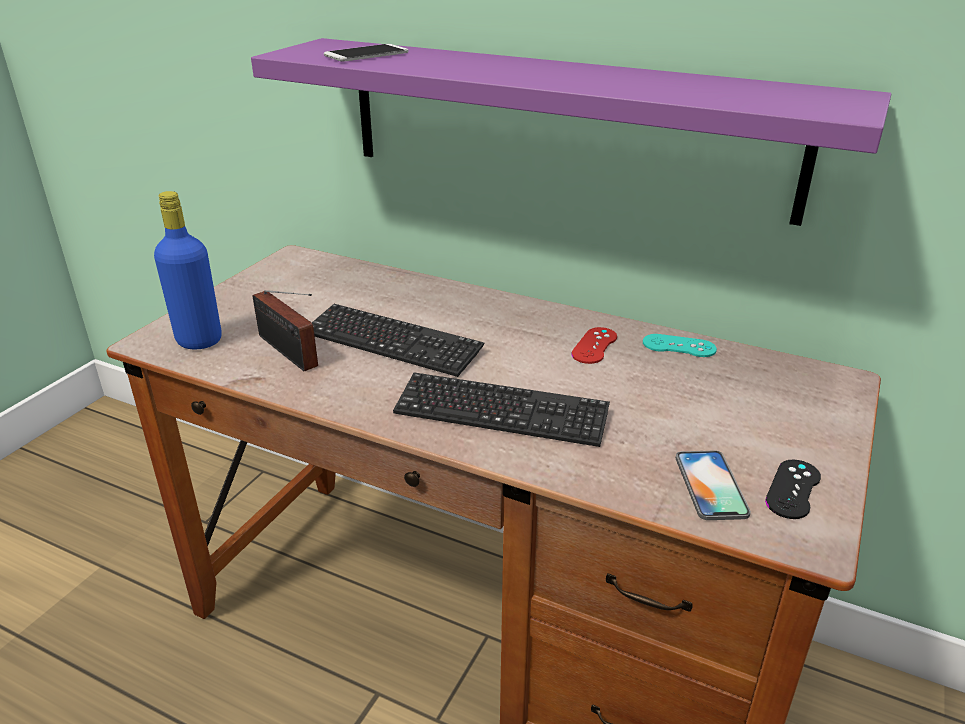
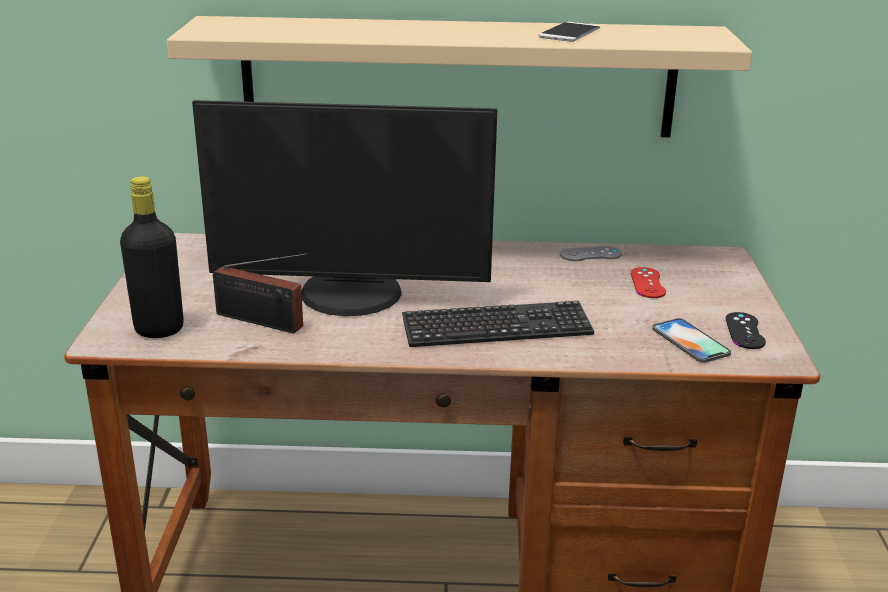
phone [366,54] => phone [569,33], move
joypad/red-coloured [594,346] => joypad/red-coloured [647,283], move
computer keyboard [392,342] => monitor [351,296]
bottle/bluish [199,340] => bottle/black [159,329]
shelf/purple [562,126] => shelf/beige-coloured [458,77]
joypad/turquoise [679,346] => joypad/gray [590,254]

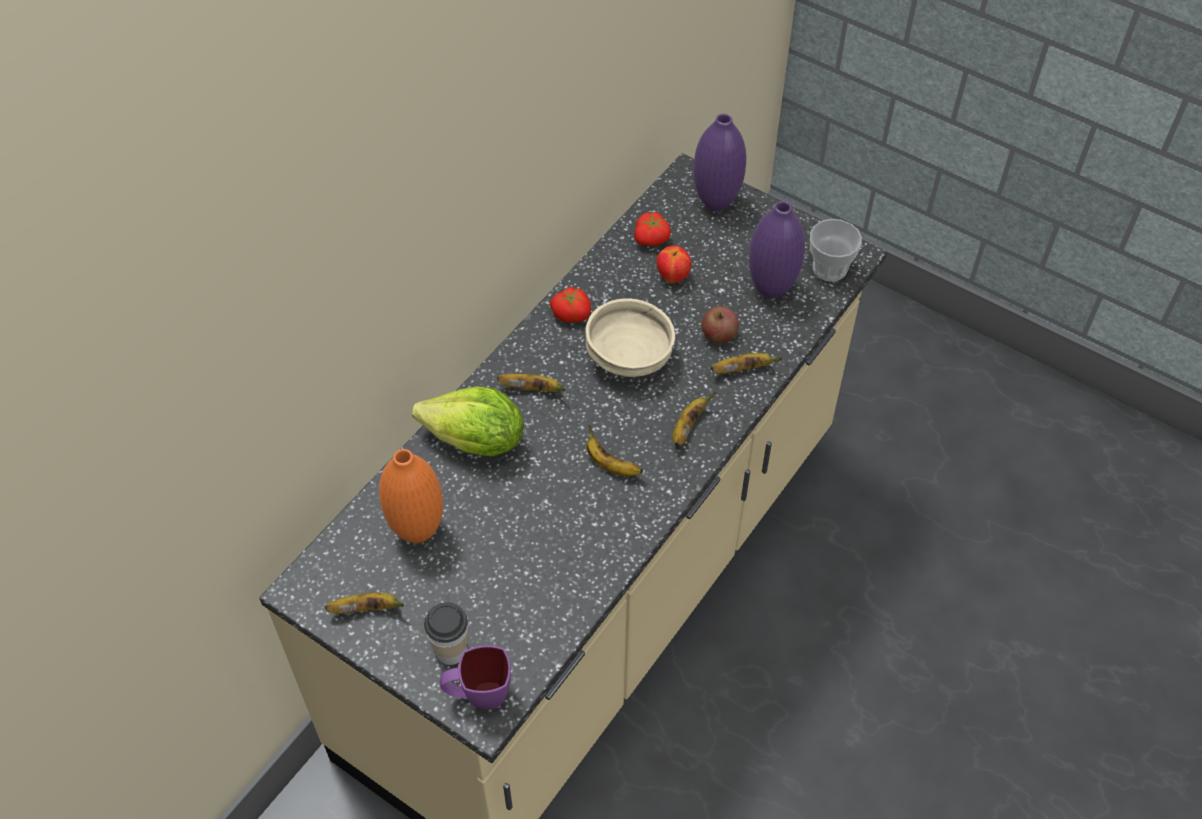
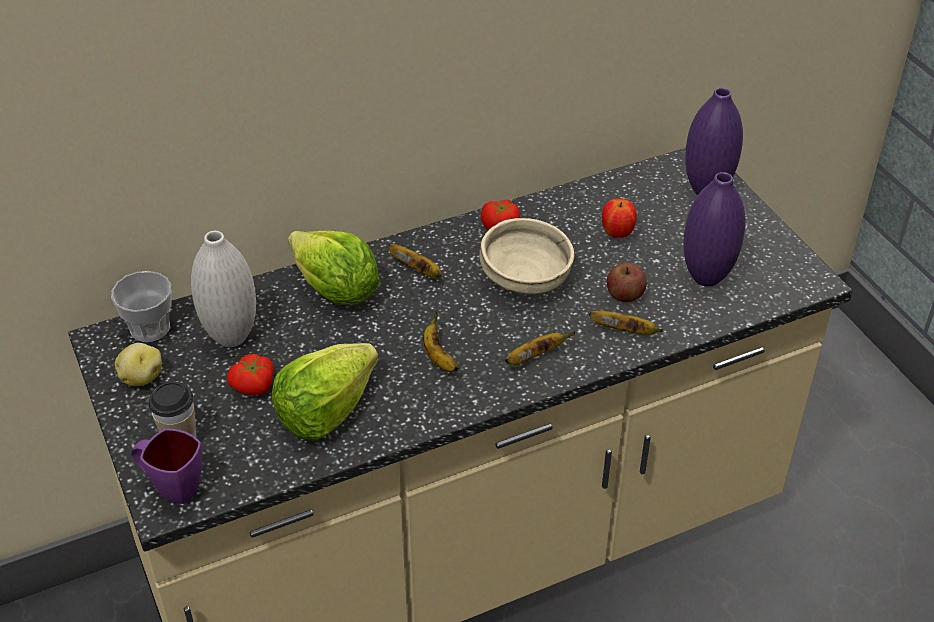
nothing => lettuce head [326,411]
tomato [652,238] => tomato [254,386], move
cup [829,268] => cup [150,328], move
banana [367,609] => potato [141,377]
flower vase/orangey [417,531] => flower vase/white [231,337]

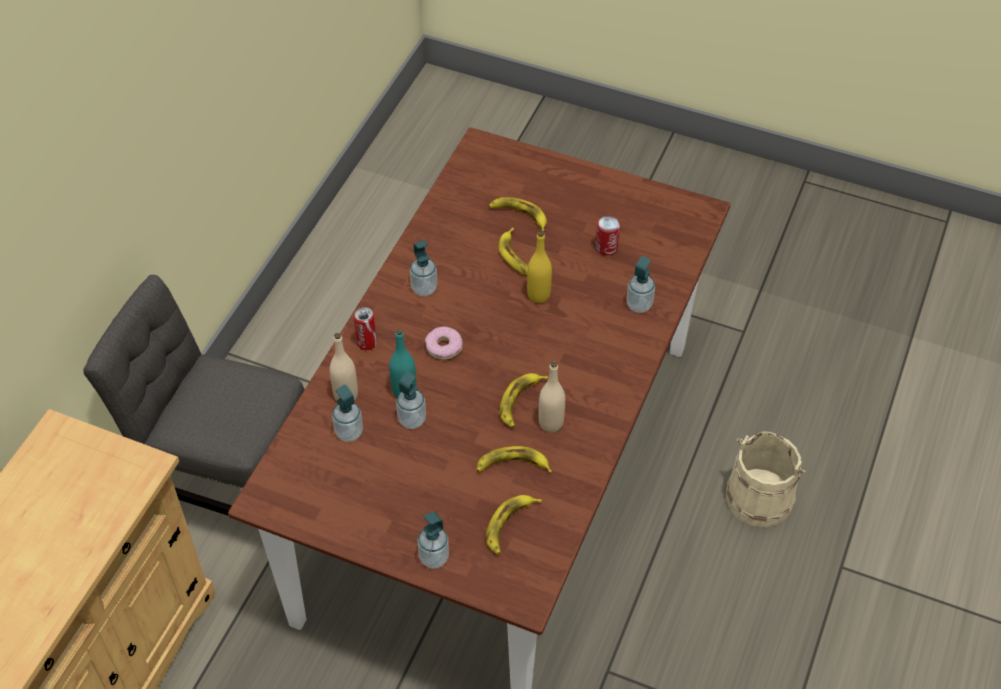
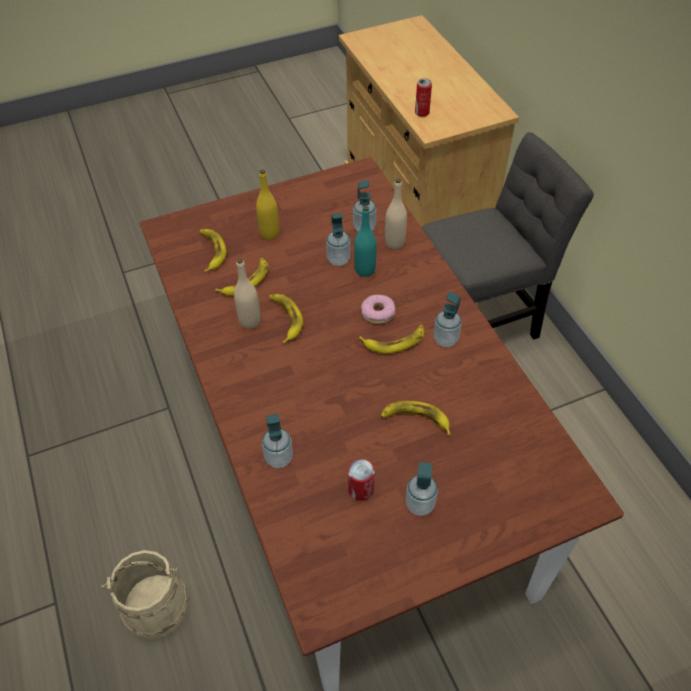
metal can [367,343] => metal can [422,113], move
soap dispenser [434,558] => soap dispenser [420,504], move
banana [519,215] => banana [394,341], move
bottle/yellowish [538,295] => bottle/yellowish [269,233], move

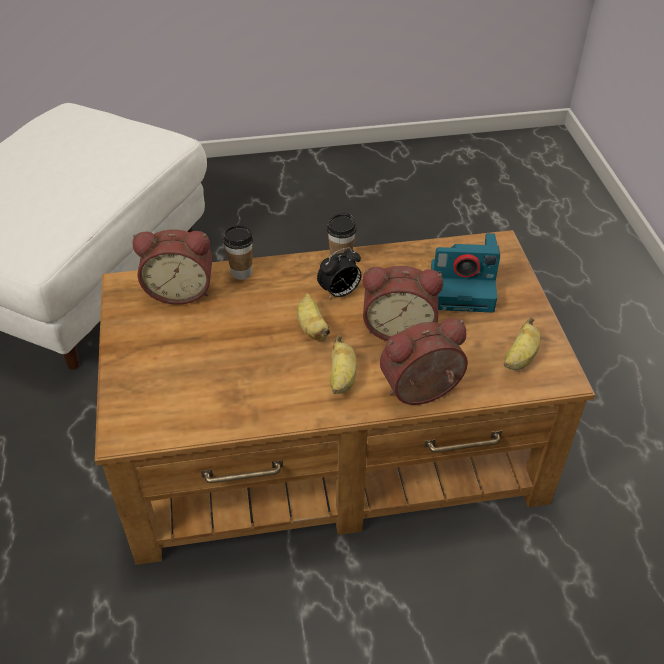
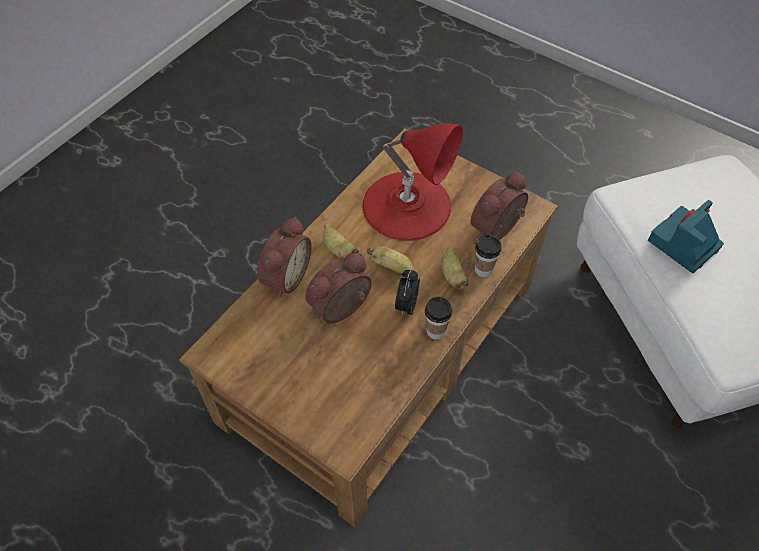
nothing => lamp for a table/red-coloured [407,205]
still camera [463,287] => still camera [683,244], move
banana [520,358] => banana [452,275], move

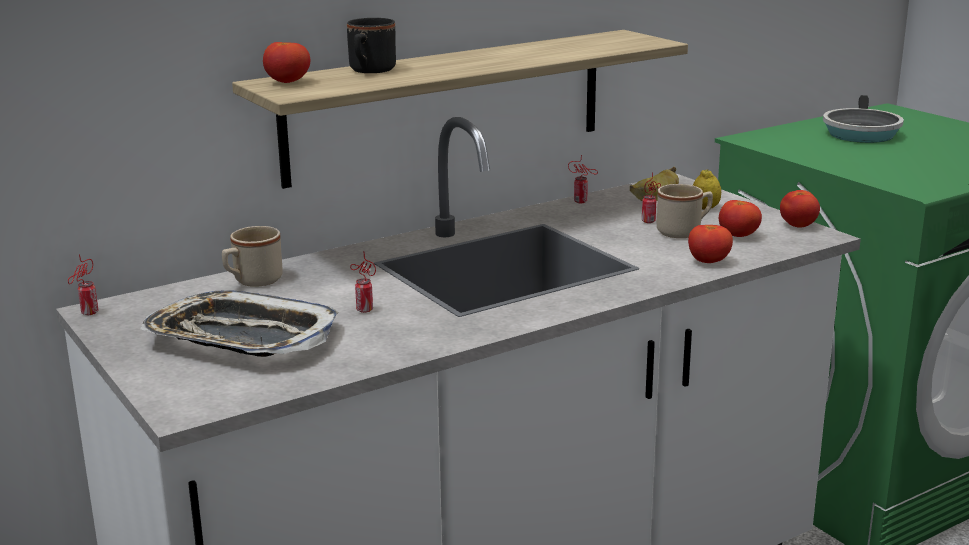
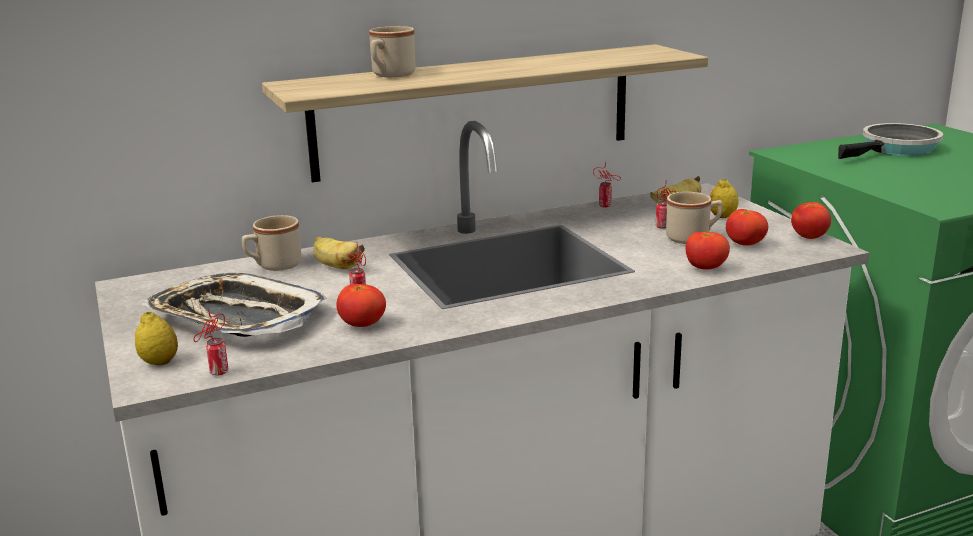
nothing => whole lemon [159,362]
nothing => banana [336,266]
metal can [88,314] => metal can [217,373], move
tomato [288,82] => tomato [362,325], move
coffee mug/black [370,71] => coffee mug/beige-coloured [390,75]
pan [860,132] => pan [896,149], 150 degrees counterclockwise

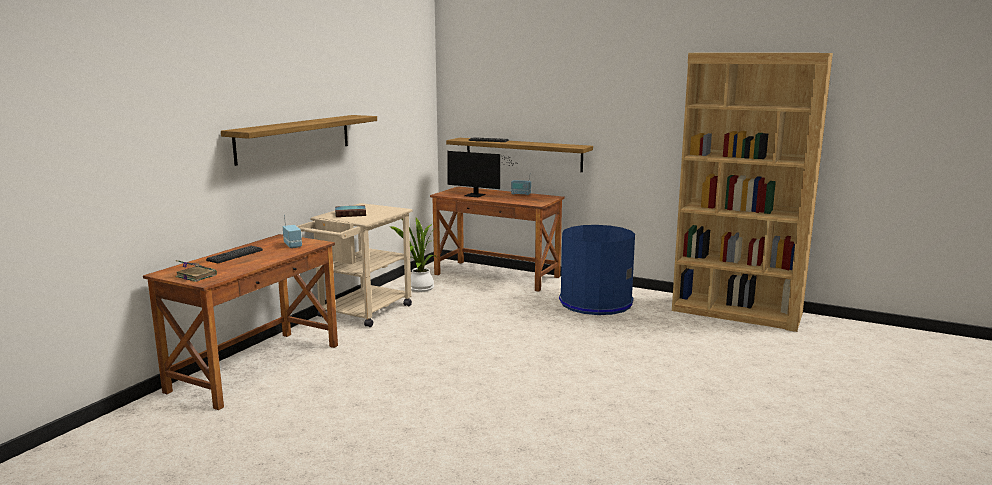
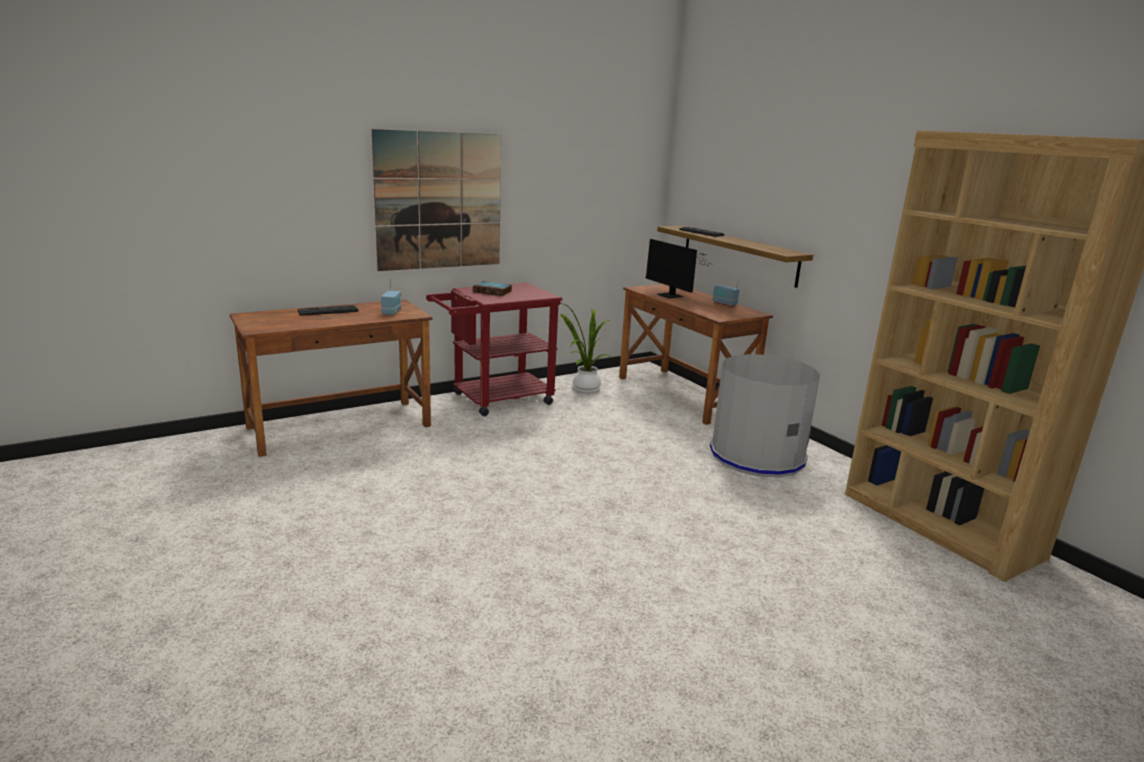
bound book [195,276] => nothing
shelf [294,138] => wall art [439,201]
cart/beige-coloured [360,313] => cart/red-coloured [494,400]
trash can/bluish [596,302] => trash can/gray [757,456]

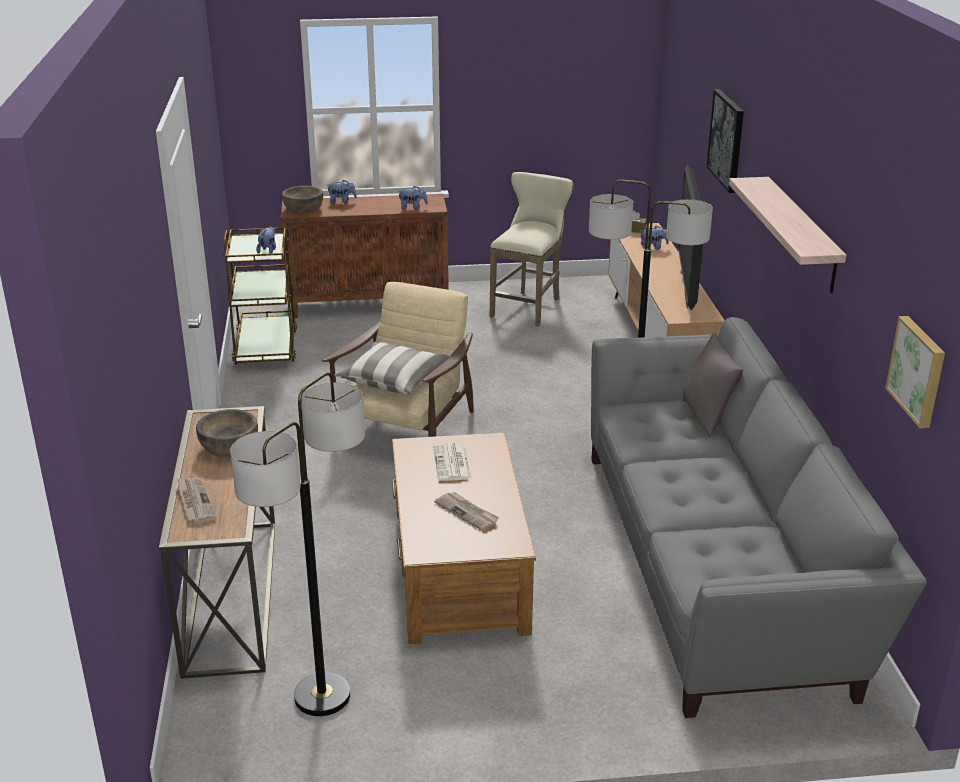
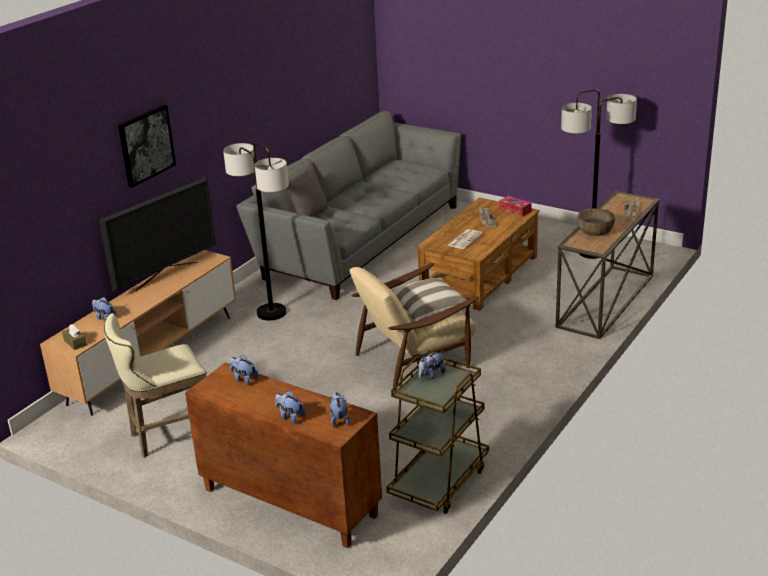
shelf [801,234] => nothing
wall art [918,371] => nothing
nothing => box of tissues [515,210]
bowl/brown-coloured [303,209] => soft toy [339,419]

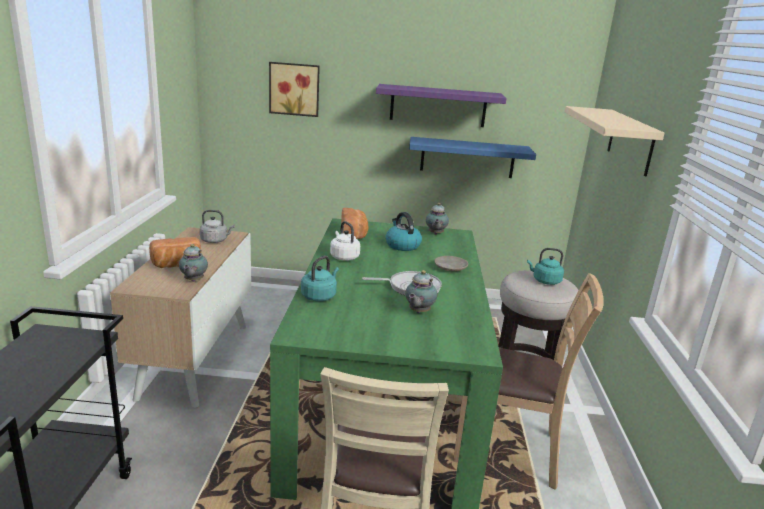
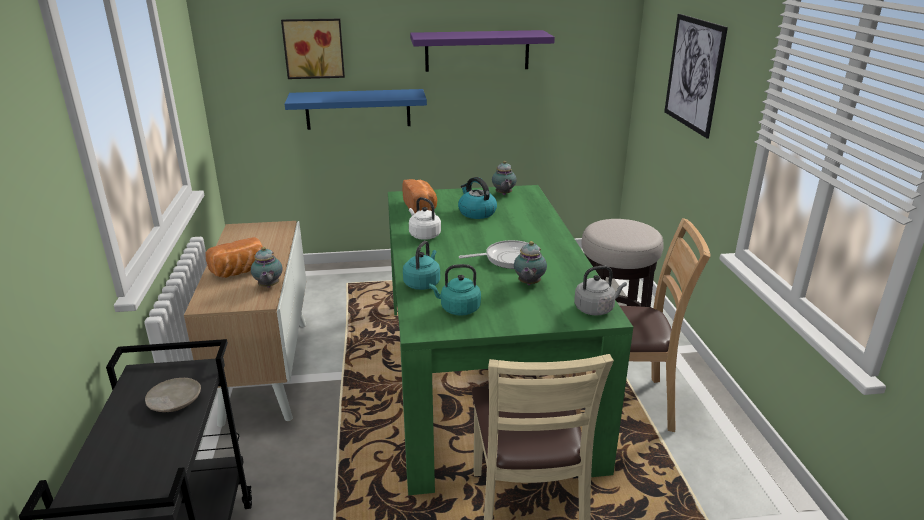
tea kettle/gray [215,240] => tea kettle/gray [596,309], move
shelf/bluish [467,157] => shelf/bluish [358,109], move
plate/beige-coloured [450,268] => plate/beige-coloured [174,402], move
tea kettle/turquoise [545,281] => tea kettle/turquoise [458,309], move
shelf/beige-coloured [630,141] => wall art [693,73]

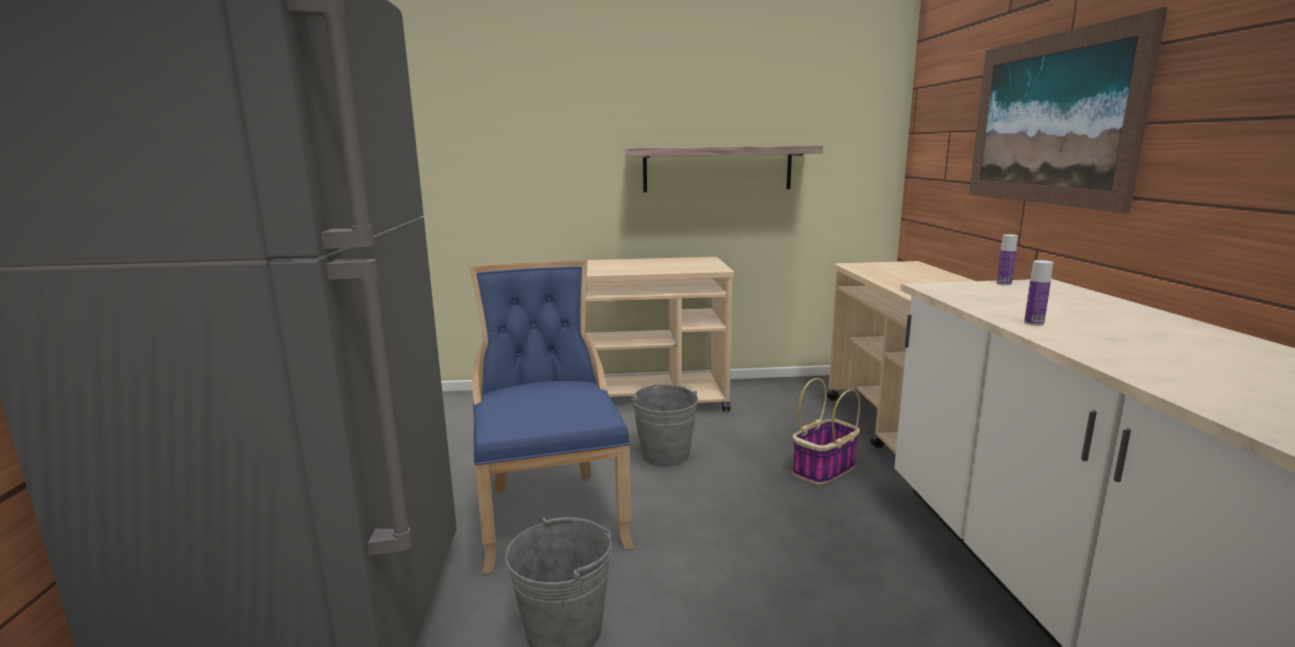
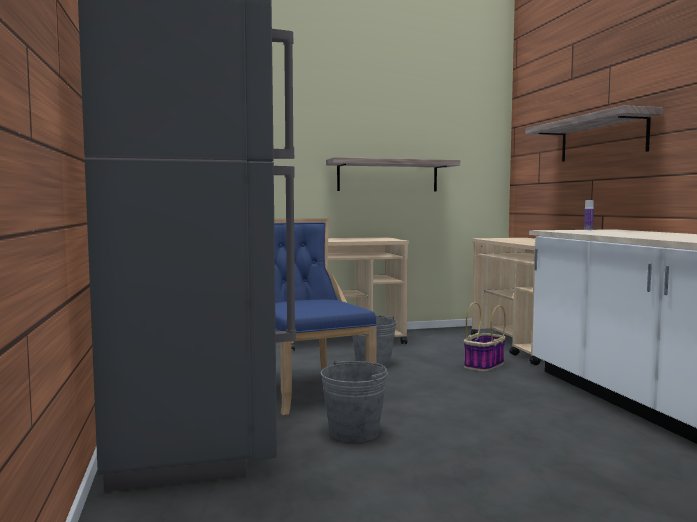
bottle [1033,323] => nothing
wall art [1049,120] => shelf [602,138]

